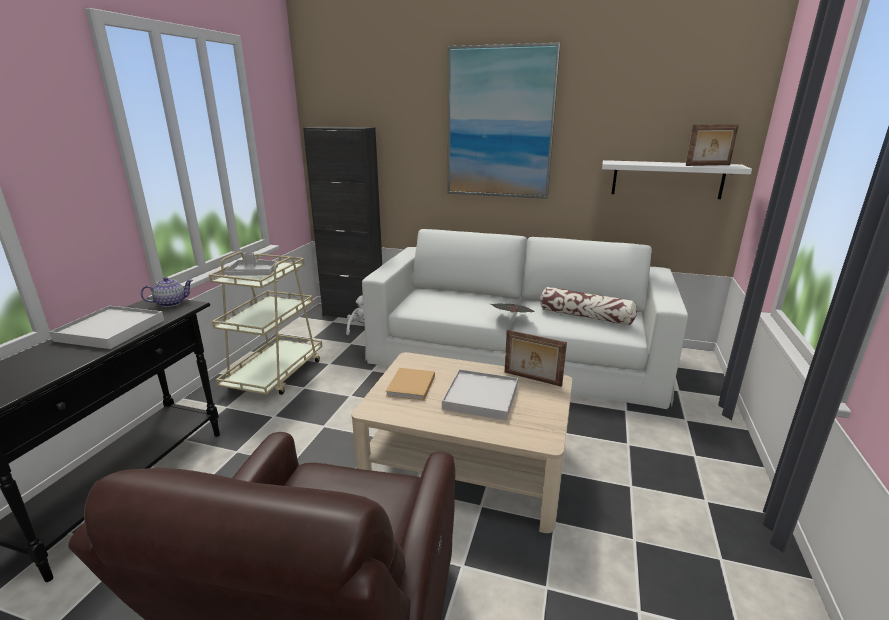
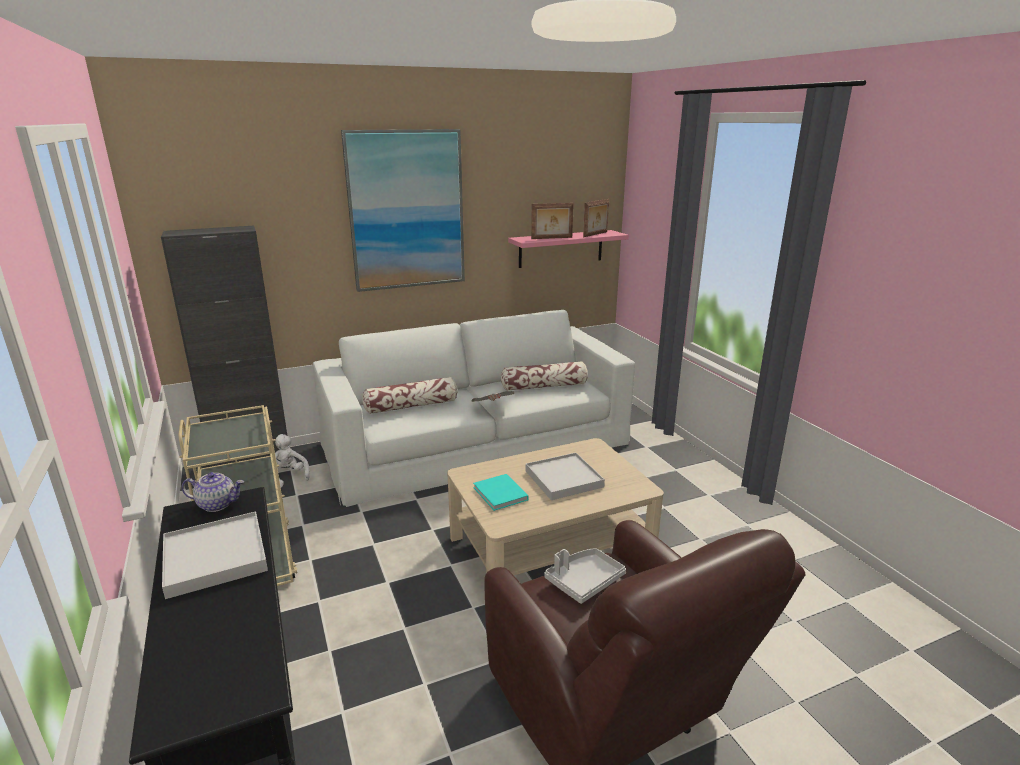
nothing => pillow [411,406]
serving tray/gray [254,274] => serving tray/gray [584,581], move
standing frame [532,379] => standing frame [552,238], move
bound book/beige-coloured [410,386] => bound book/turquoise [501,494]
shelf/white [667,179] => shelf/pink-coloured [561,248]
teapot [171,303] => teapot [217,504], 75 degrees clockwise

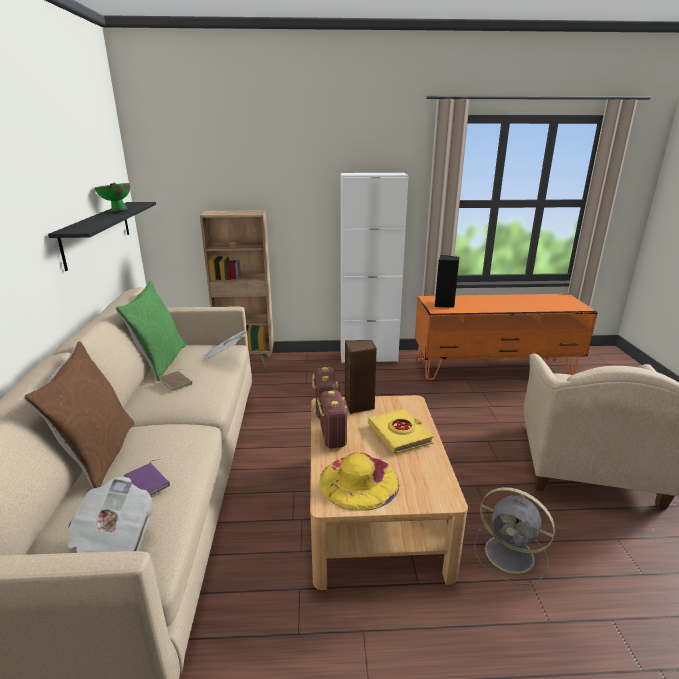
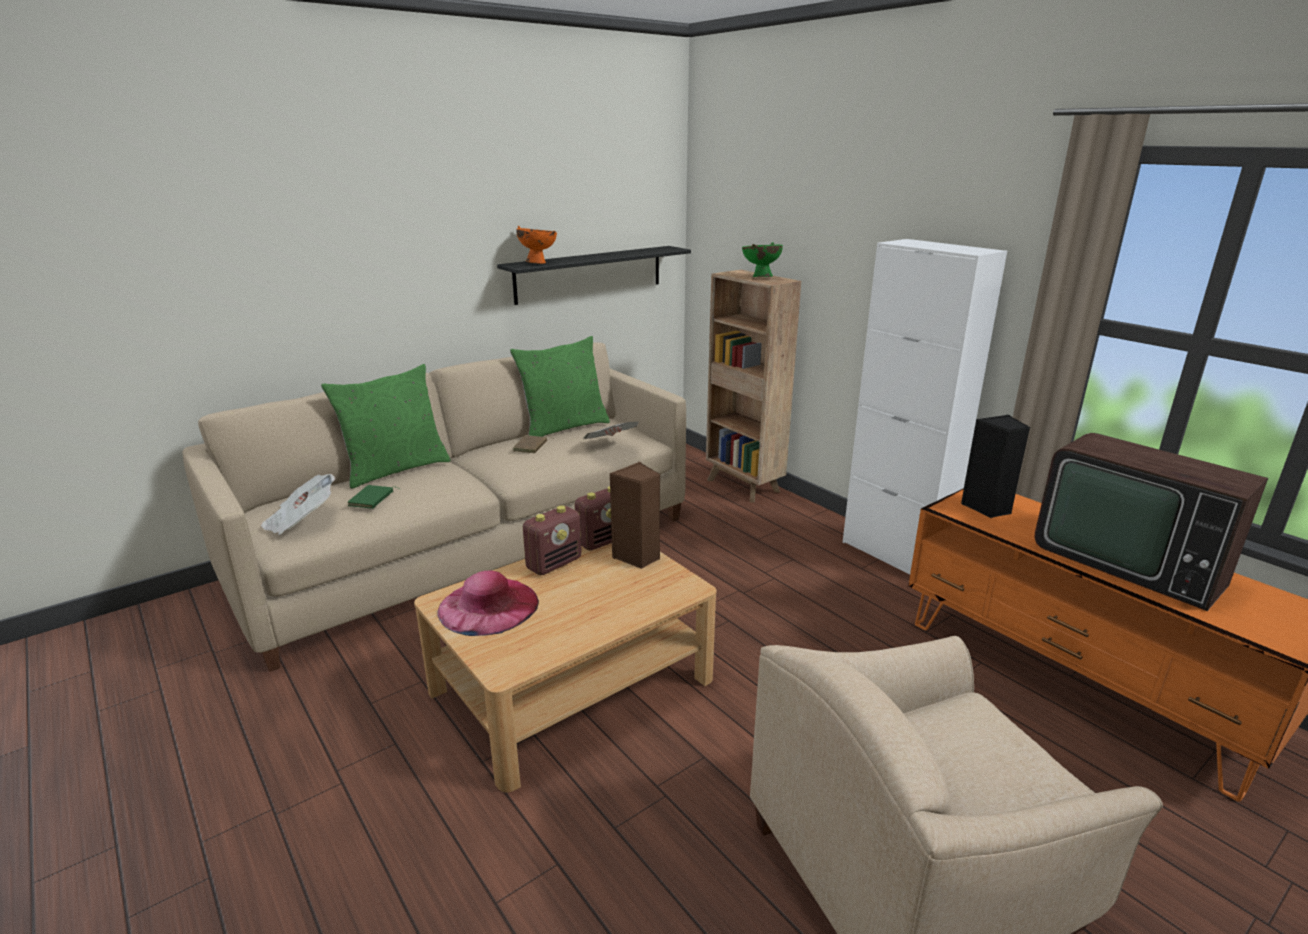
bound book/yellowish [400,434] => nothing
cooling fan/gray [511,555] => nothing
nothing => bowl/orangey [537,263]
nothing => TV [1128,559]
bowl/green-coloured [117,211] => bowl/green-coloured [760,277], move
pillow/brown-coloured [98,455] => pillow/green-coloured [395,469]
bound book/purple [149,482] => bound book/green-coloured [372,499]
wearable hat/yellowish [359,481] => wearable hat/pink-coloured [488,606]

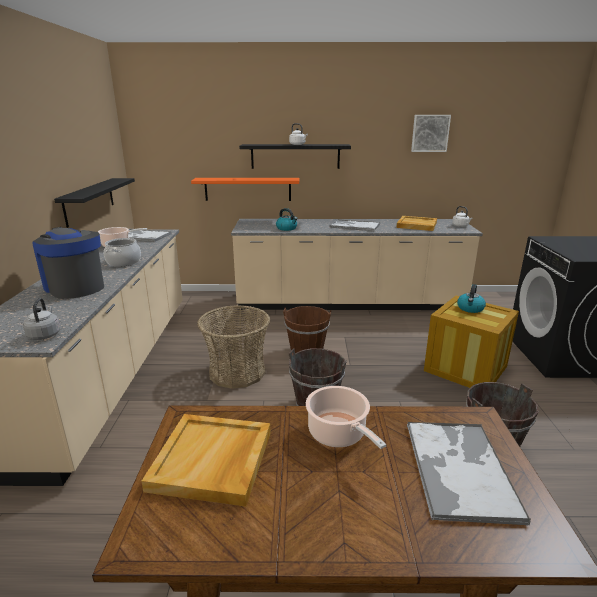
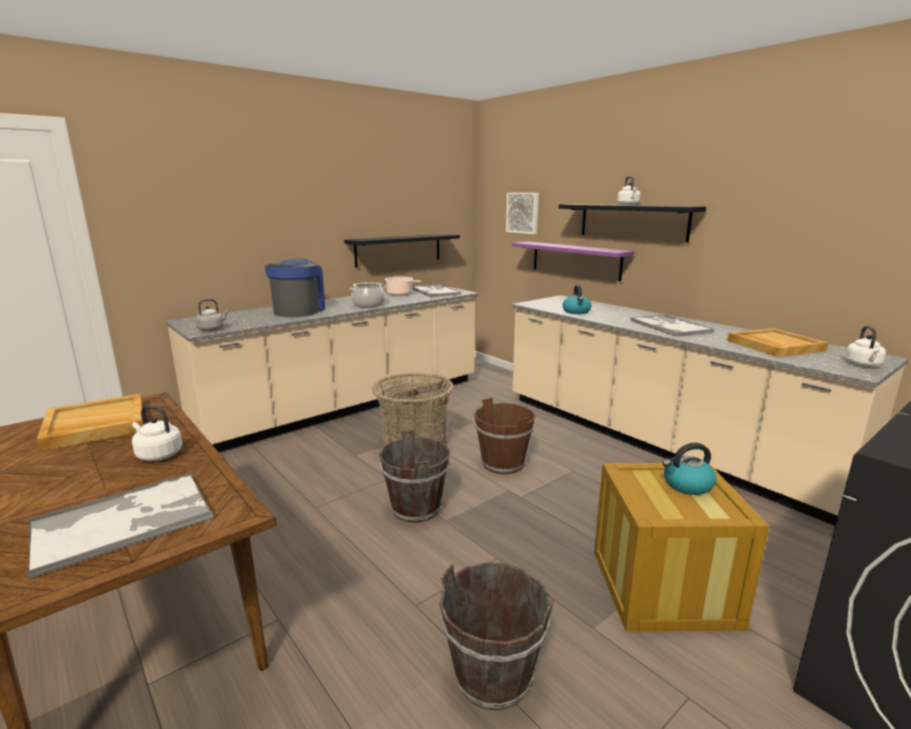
wall art [430,133] => wall art [523,212], move
saucepot [339,434] => tea kettle/white [158,454]
shelf/orangey [247,189] => shelf/purple [575,260]

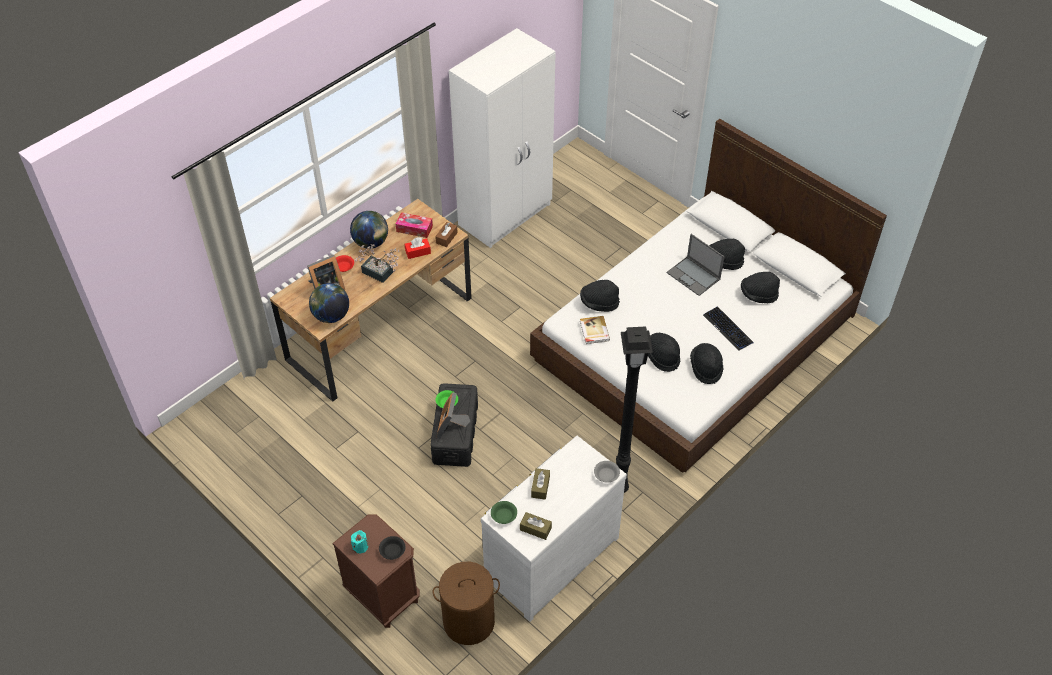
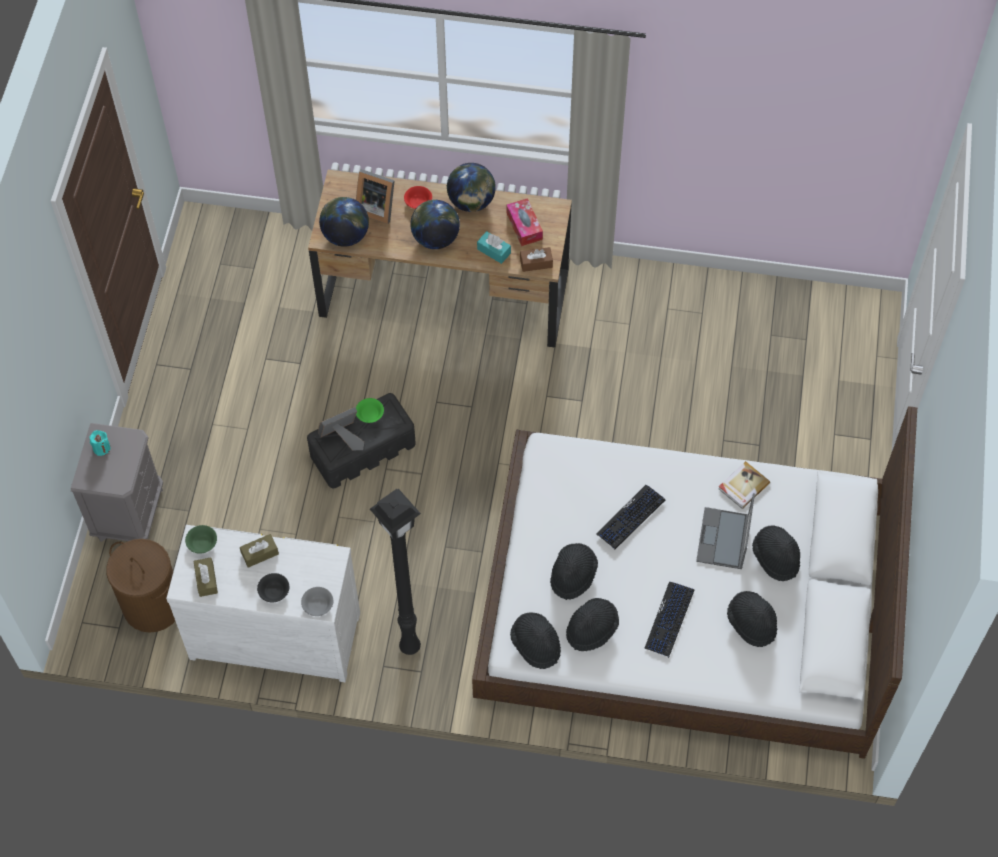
armoire/white [506,215] => nothing
nothing => computer keyboard [630,517]
bowl/black [393,551] => bowl/black [274,591], move
wearable hat/black [599,303] => wearable hat/black [536,644], move
bound book [594,331] => bound book [743,486], move
plant in a pot [380,274] => desk globe [435,239]
bedside table/brown-coloured [383,596] => bedside table/gray [130,513]
box of tissues/red-coloured [418,252] => box of tissues/turquoise [494,251]

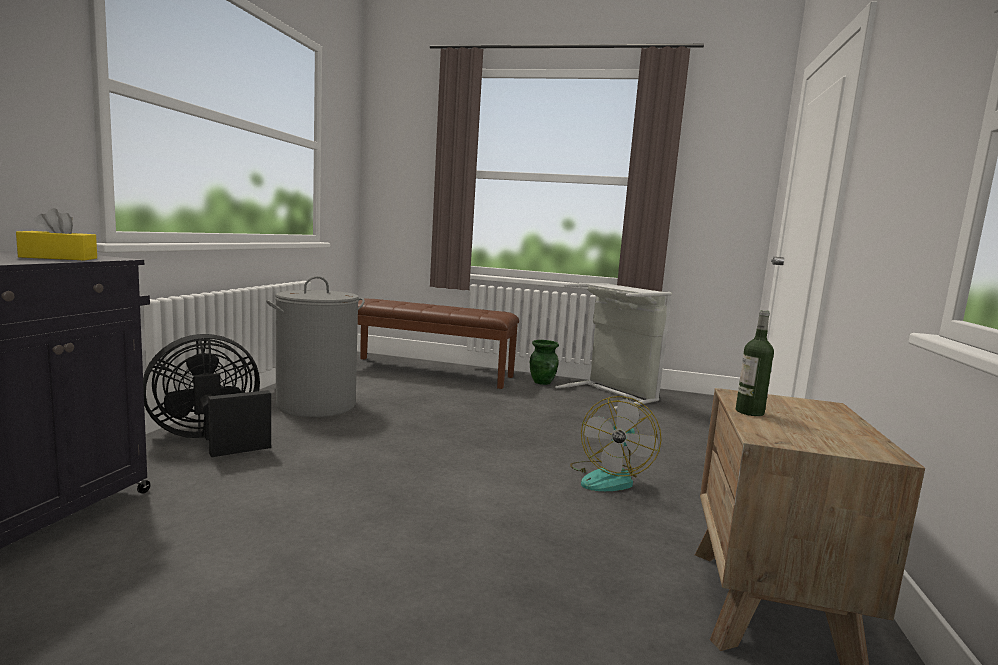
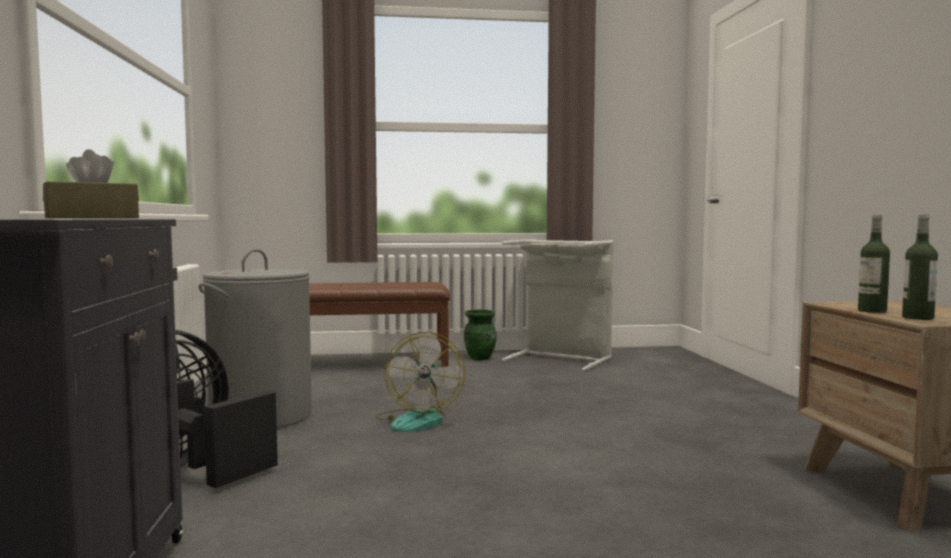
nothing => bottle [917,318]
cooling fan [609,478] => cooling fan [418,420], move
box of tissues/yellowish [59,258] => box of tissues/brown-coloured [92,218]

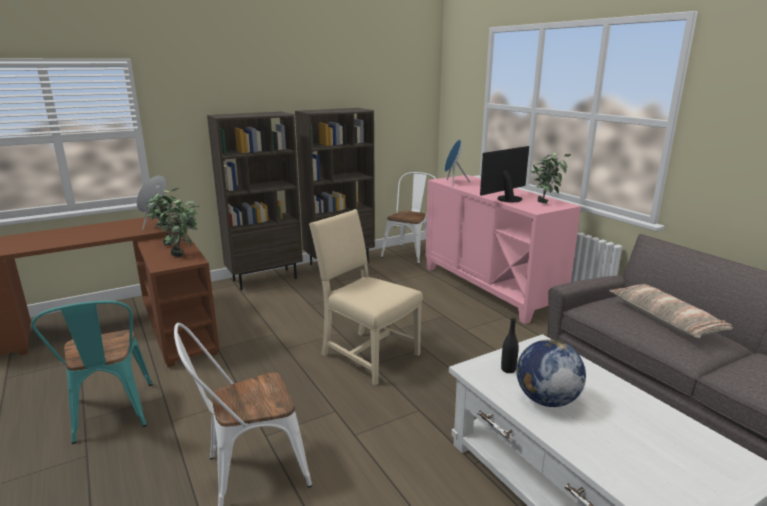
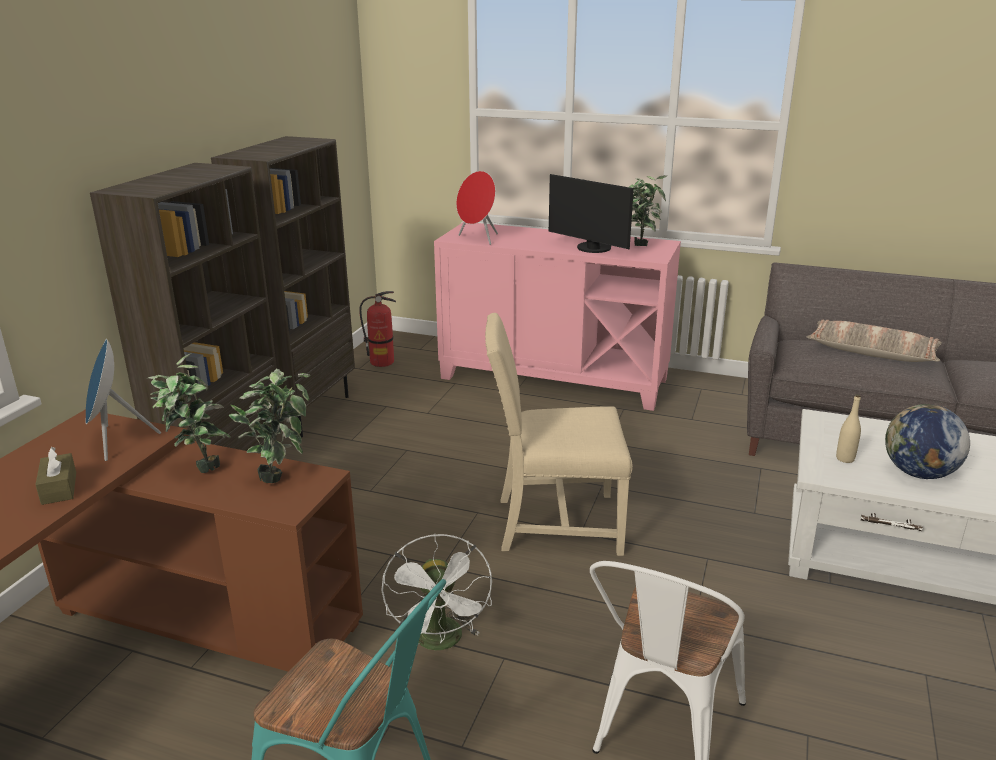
nothing => box of tissues/brown-coloured [59,488]
nothing => cooling fan/white [442,642]
chair/white [409,252] => extinguisher [382,362]
audio speaker/bluish [453,183] => audio speaker/red-coloured [478,239]
bottle/black [508,369] => bottle/beige-coloured [845,459]
monitor [507,198] => monitor [591,249], 60 degrees counterclockwise

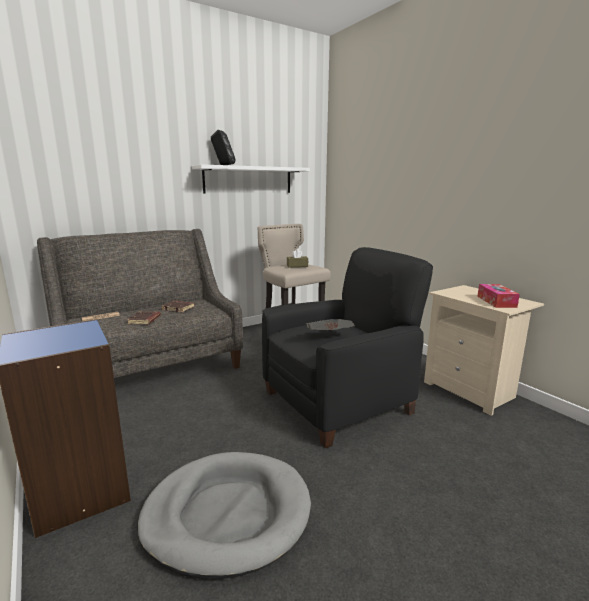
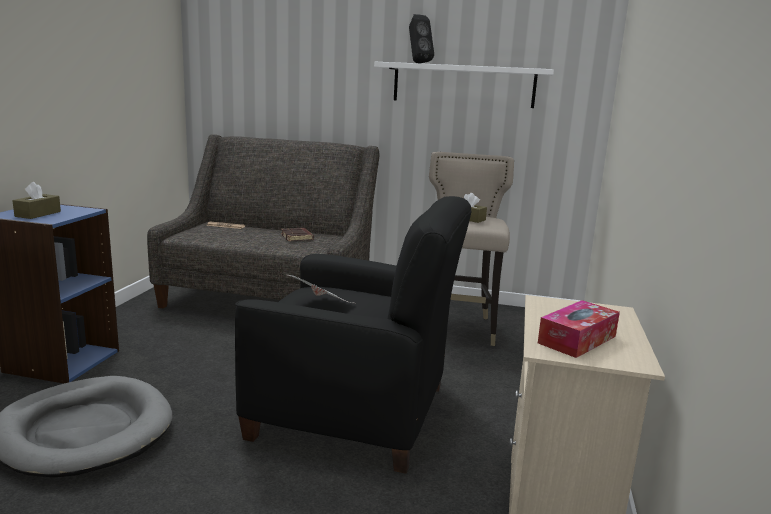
bound book/brown-coloured [145,320] => nothing
nothing => box of tissues/brown-coloured [38,214]

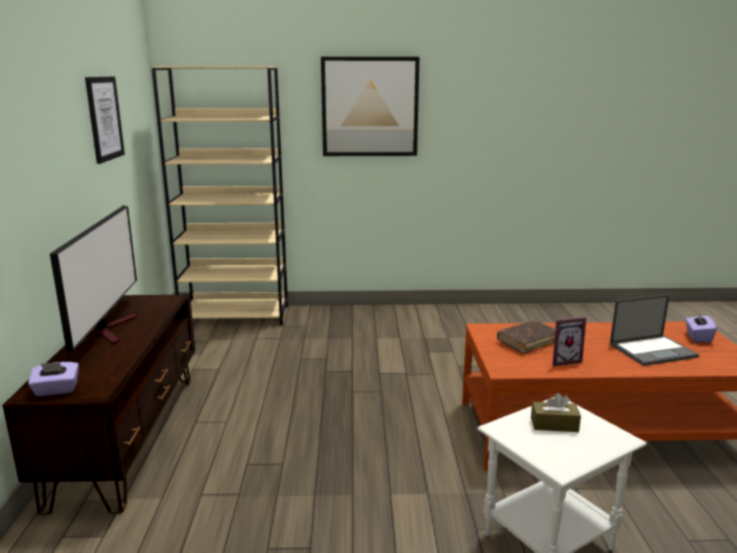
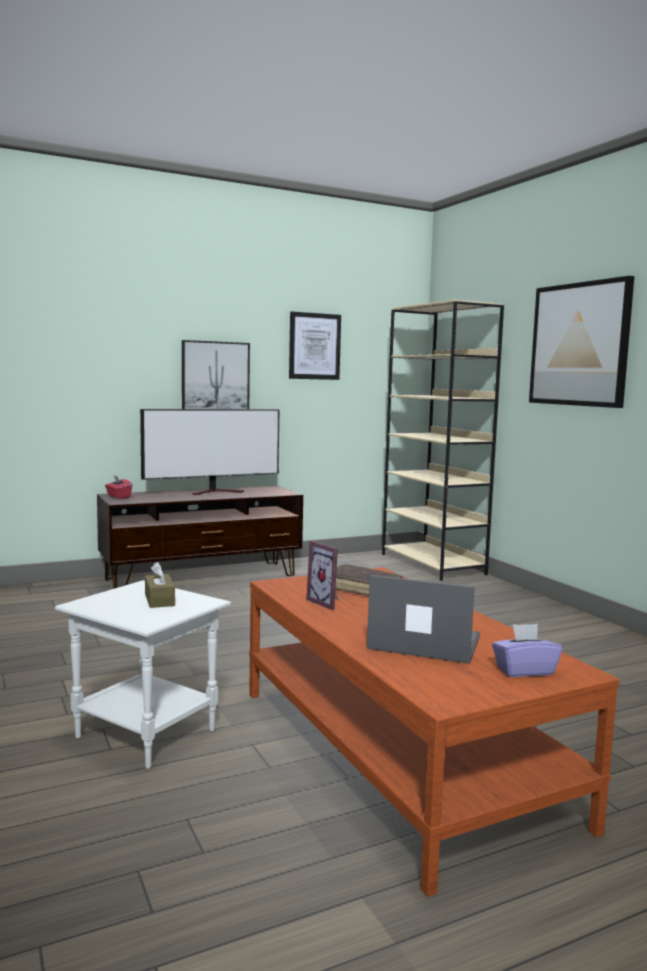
nothing => wall art [215,376]
box of tissues/purple [56,390] => box of tissues/red-coloured [118,497]
notebook computer [653,350] => notebook computer [423,642], 150 degrees clockwise

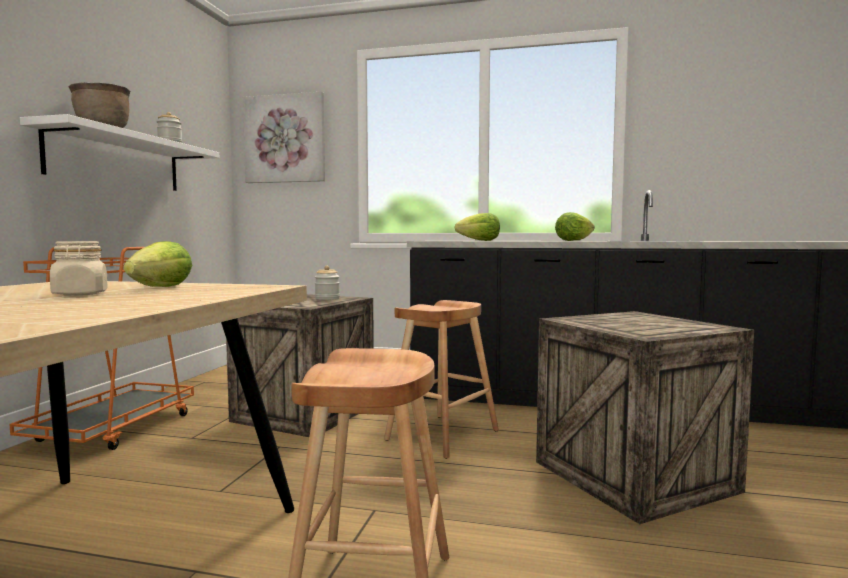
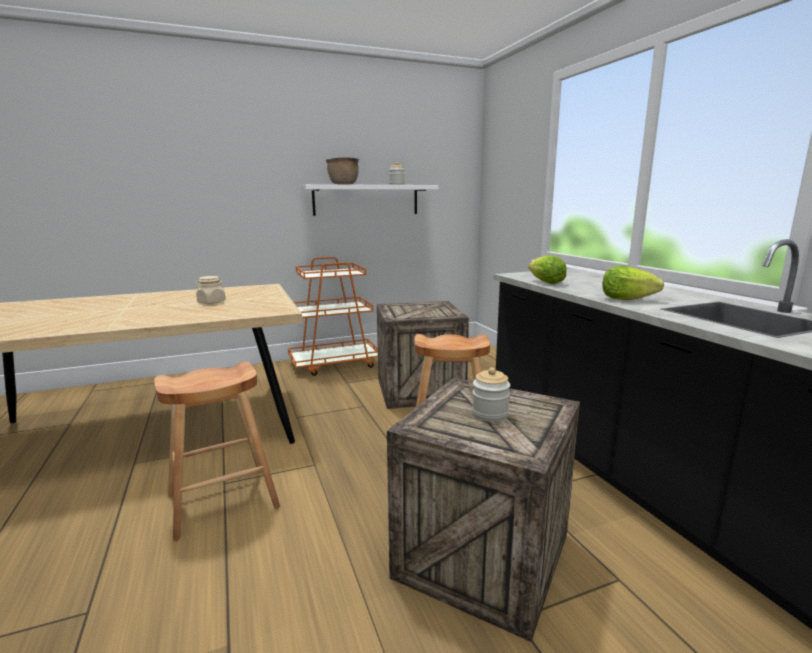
lettuce head [161,287] => nothing
wall art [285,139] => nothing
preserve jar [327,298] => preserve jar [490,414], move

